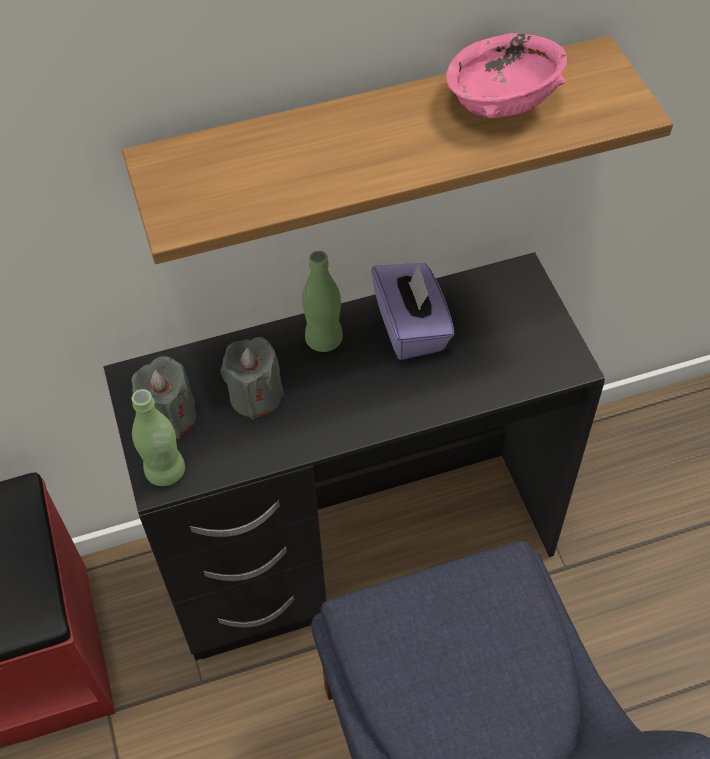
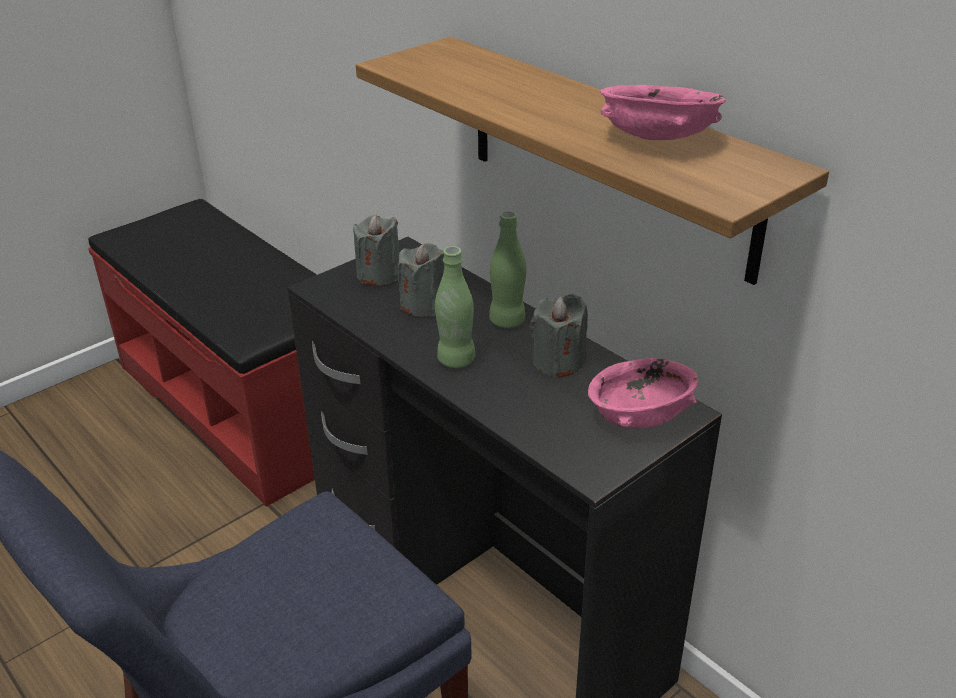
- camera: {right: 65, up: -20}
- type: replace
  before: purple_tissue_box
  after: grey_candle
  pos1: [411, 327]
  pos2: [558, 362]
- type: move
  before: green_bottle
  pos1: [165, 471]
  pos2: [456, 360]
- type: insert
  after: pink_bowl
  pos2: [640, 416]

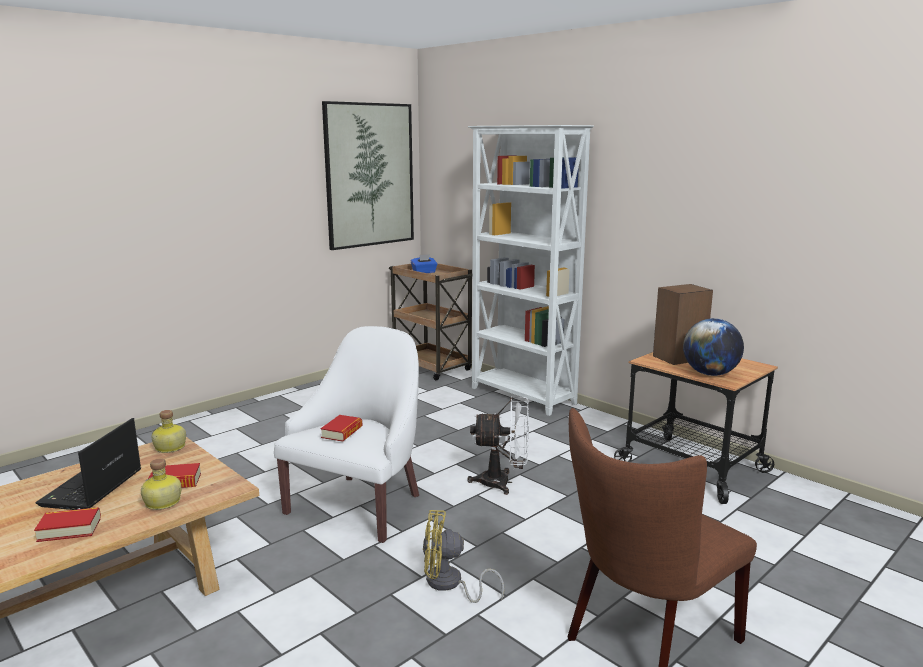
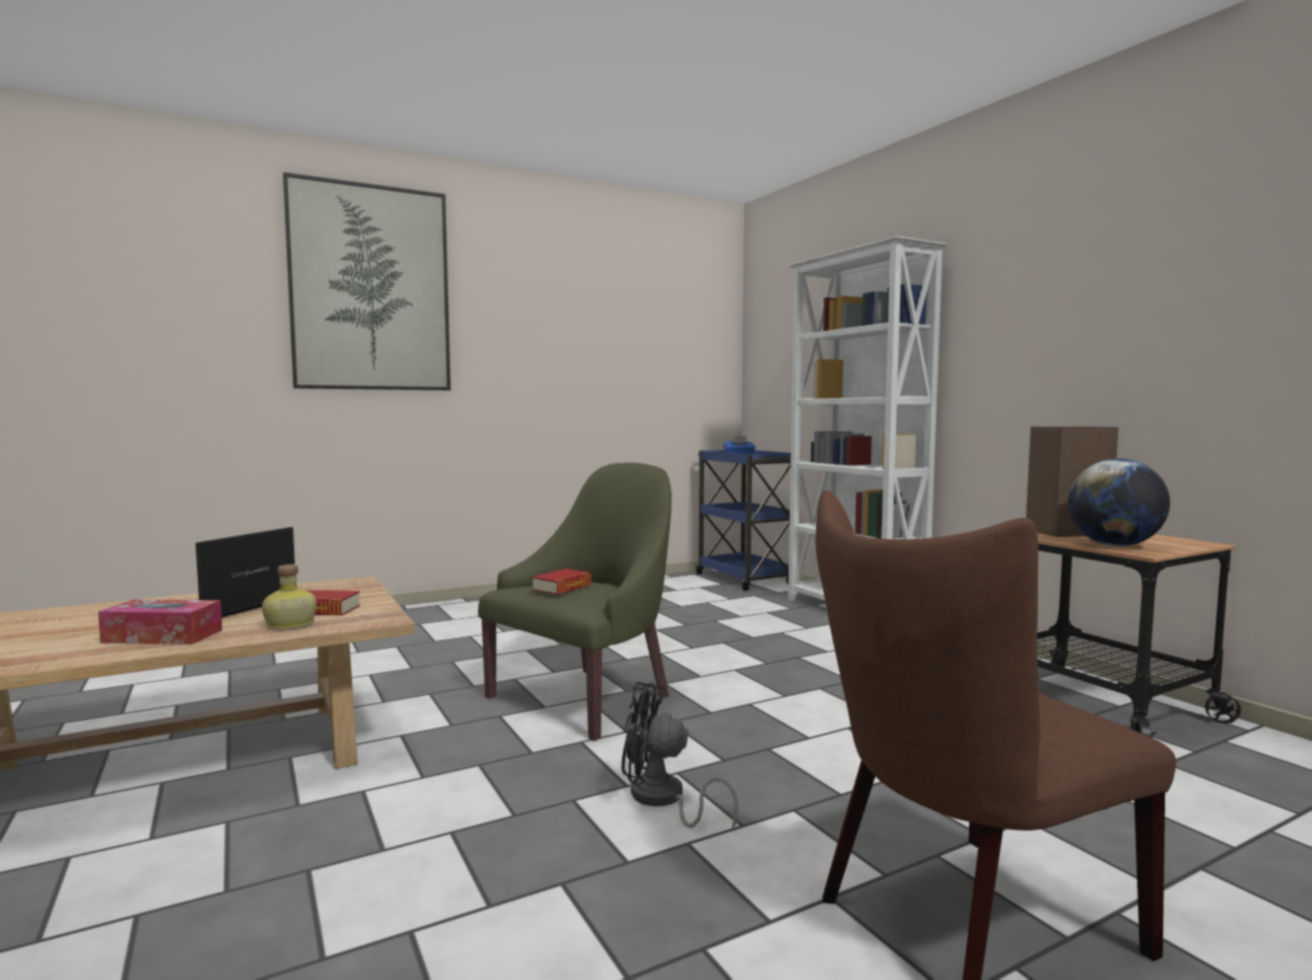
- camera: {right: 15, up: -10}
- type: move
  before: picture
  pos1: [369, 175]
  pos2: [371, 288]
- type: recolor
  before: brown_cart
  after: blue_cart
  pos1: [432, 368]
  pos2: [745, 579]
- type: recolor
  before: white_armchair
  after: green_armchair
  pos1: [359, 504]
  pos2: [586, 698]
- type: delete
  before: white_fan
  pos1: [503, 482]
- type: delete
  before: bottle
  pos1: [170, 448]
- type: replace
  before: book
  after: tissue_box
  pos1: [69, 529]
  pos2: [163, 636]
- type: recolor
  before: yellow_fan
  after: black_fan
  pos1: [449, 584]
  pos2: [663, 800]

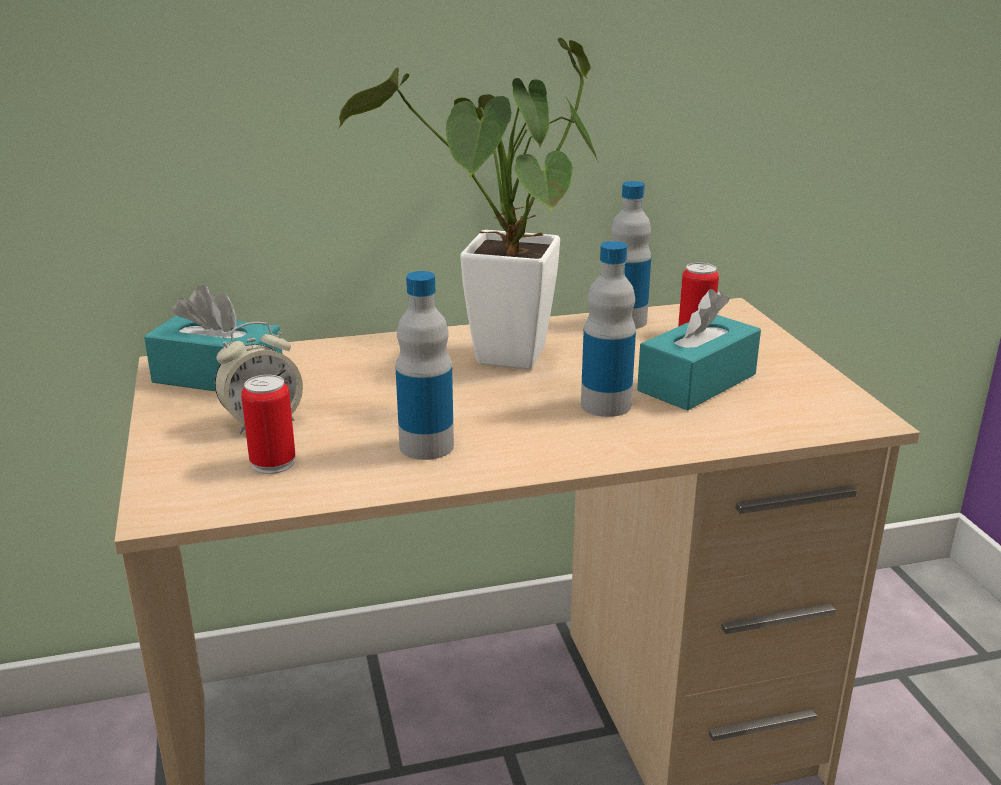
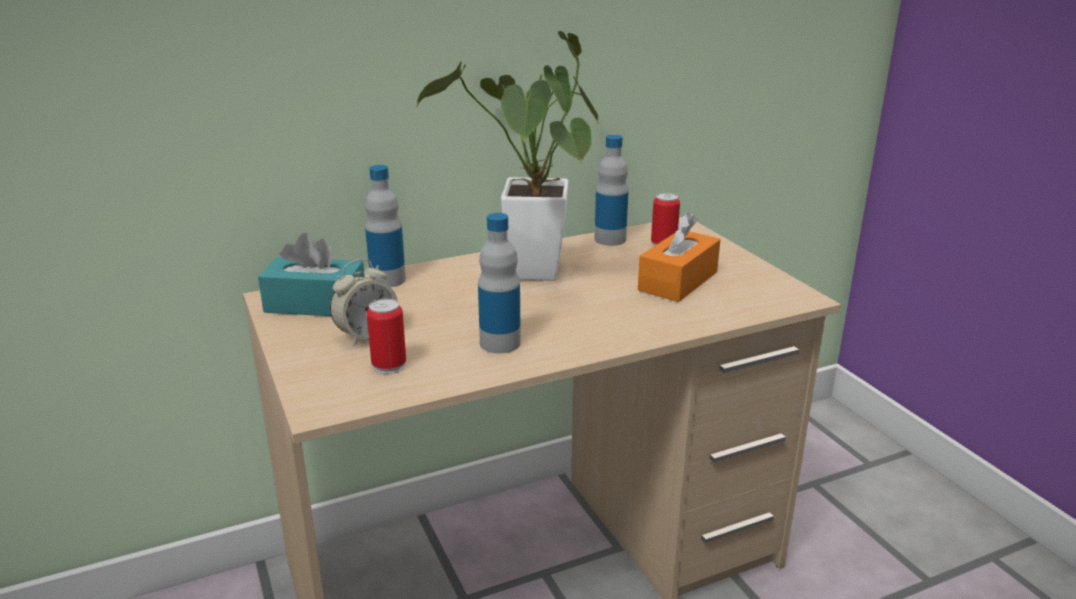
- camera: {right: -10, up: 0}
- type: move
  before: bottle
  pos1: [605, 405]
  pos2: [388, 280]
- type: recolor
  before: turquoise_tissue_box
  after: orange_tissue_box
  pos1: [697, 382]
  pos2: [678, 281]

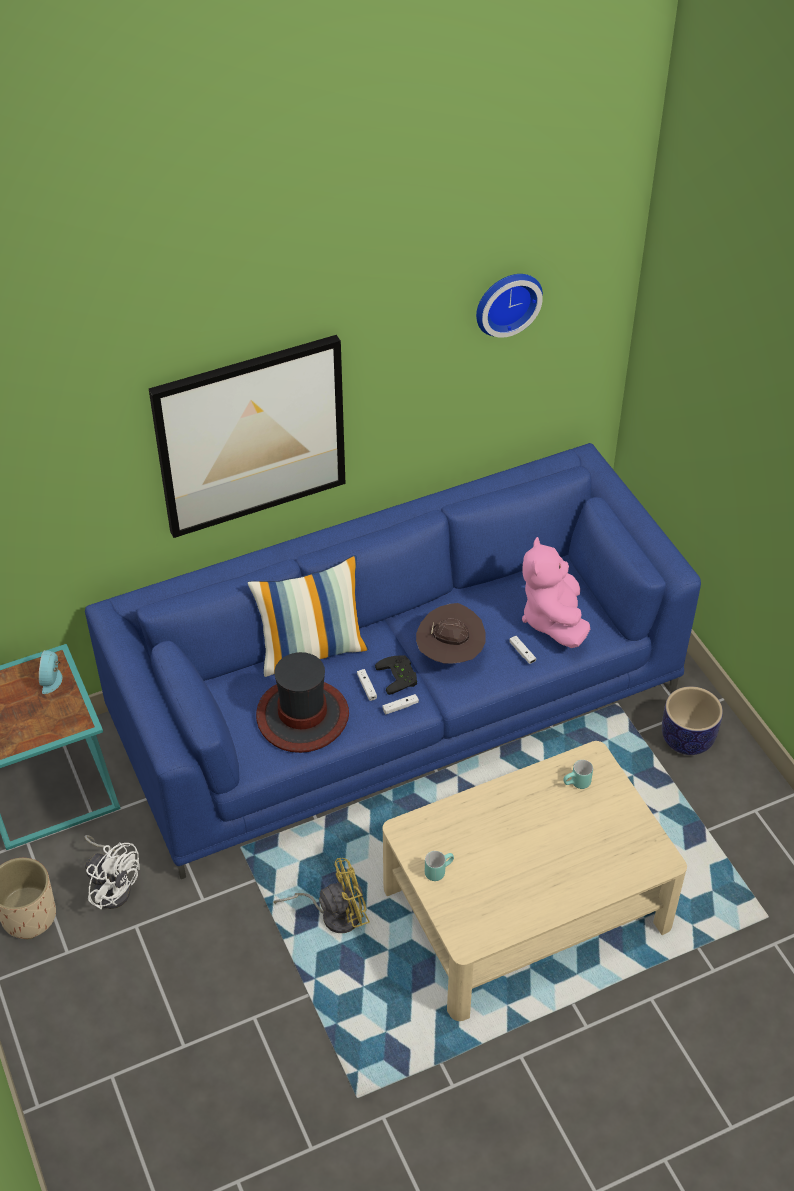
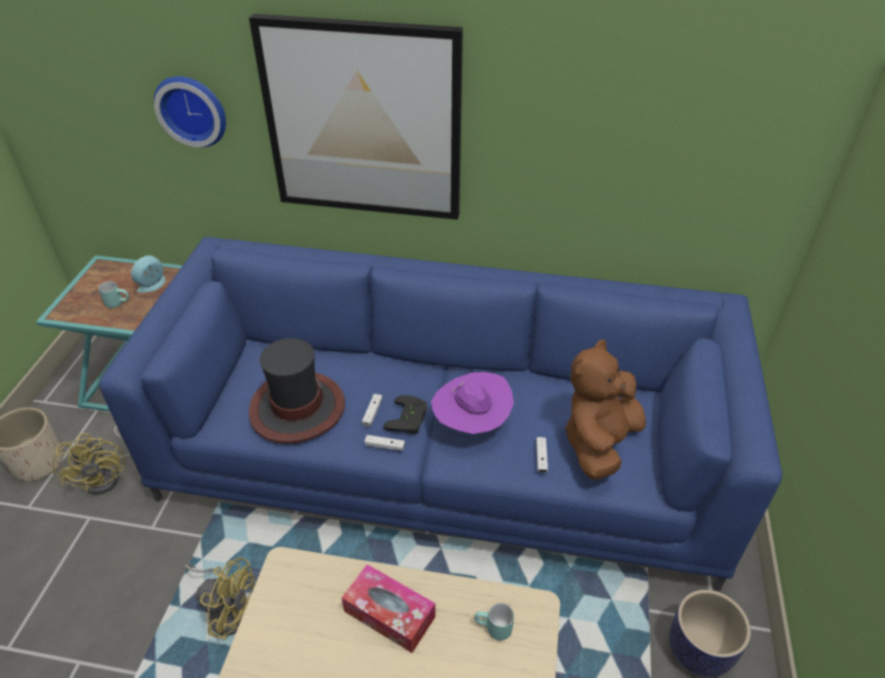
- camera: {right: 35, up: -5}
- type: move
  before: wall_clock
  pos1: [506, 301]
  pos2: [193, 109]
- type: recolor
  before: pink_plush_toy
  after: brown_plush_toy
  pos1: [553, 619]
  pos2: [599, 442]
- type: delete
  before: pillow
  pos1: [312, 650]
- type: recolor
  before: brown_hat
  after: purple_hat
  pos1: [450, 654]
  pos2: [471, 424]
- type: recolor
  before: white_fan
  after: yellow_fan
  pos1: [112, 886]
  pos2: [109, 475]
- type: move
  before: turquoise_mug
  pos1: [438, 870]
  pos2: [118, 303]
- type: insert
  after: tissue_box
  pos2: [389, 614]

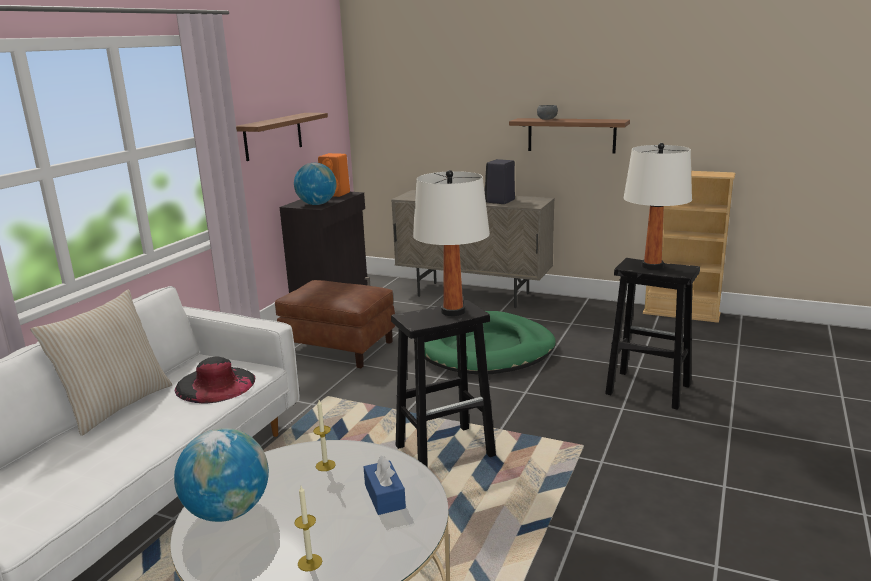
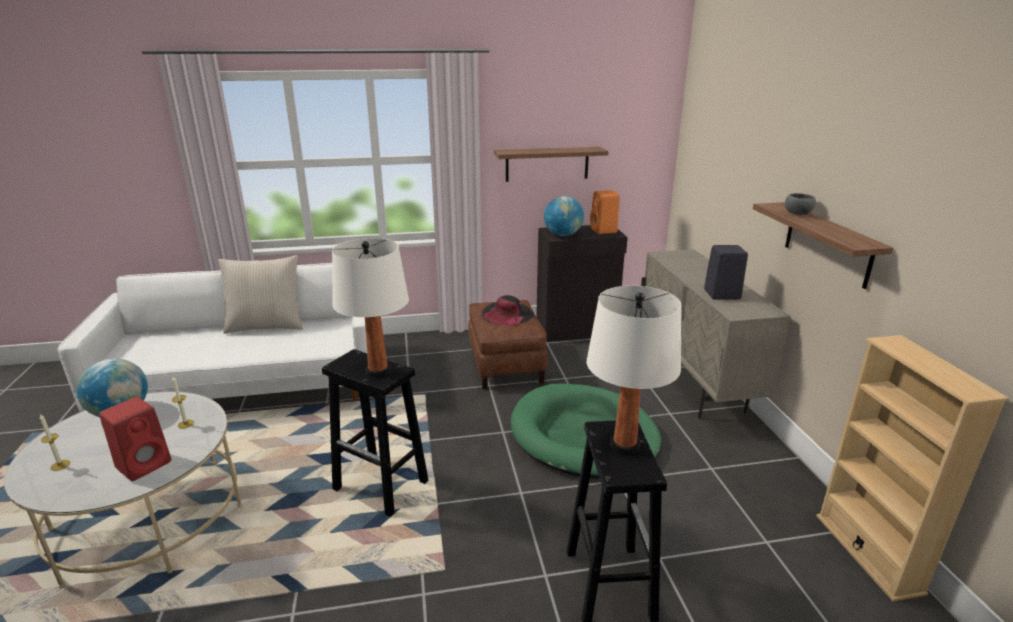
- camera: {right: 55, up: 5}
- type: move
  before: black_hat
  pos1: [215, 384]
  pos2: [507, 313]
- type: replace
  before: blue_tissue_box
  after: red_speaker
  pos1: [384, 496]
  pos2: [145, 464]

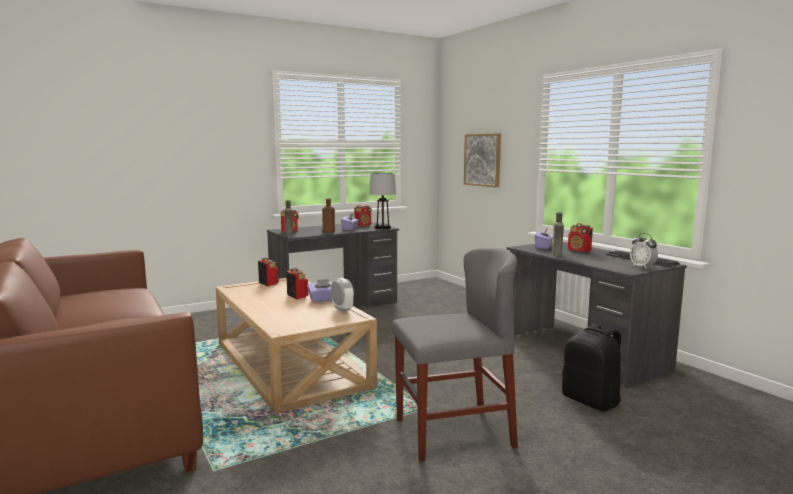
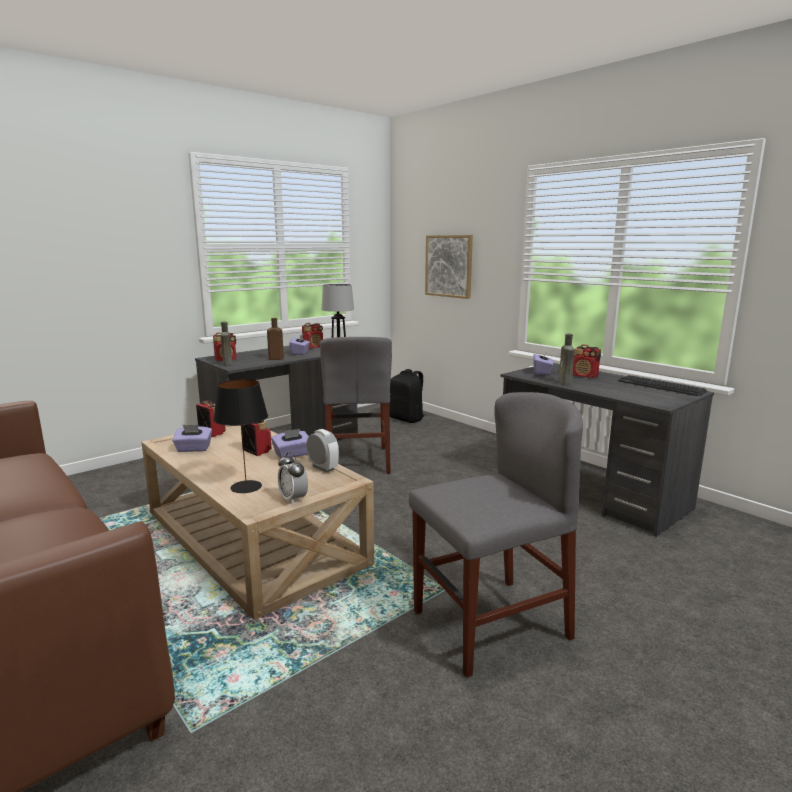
- camera: {right: -10, up: 5}
- type: move
  before: alarm_clock
  pos1: [642, 267]
  pos2: [293, 499]
- type: move
  before: black_backpack
  pos1: [591, 401]
  pos2: [407, 419]
- type: insert
  after: grey_chair
  pos2: [357, 461]
- type: insert
  after: black_table_lamp
  pos2: [245, 487]
- type: insert
  after: purple_tissue_box
  pos2: [193, 449]

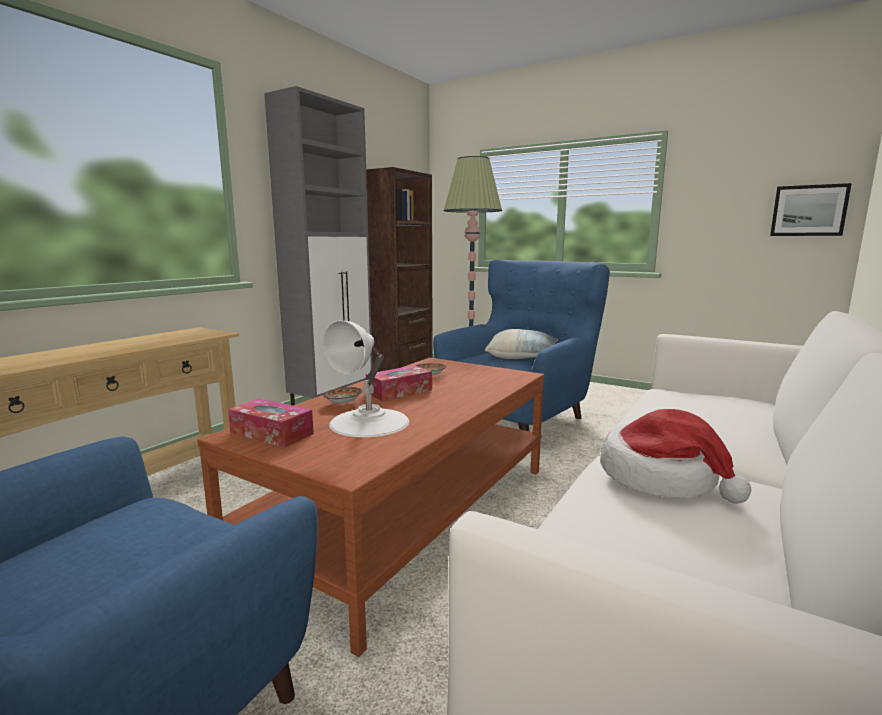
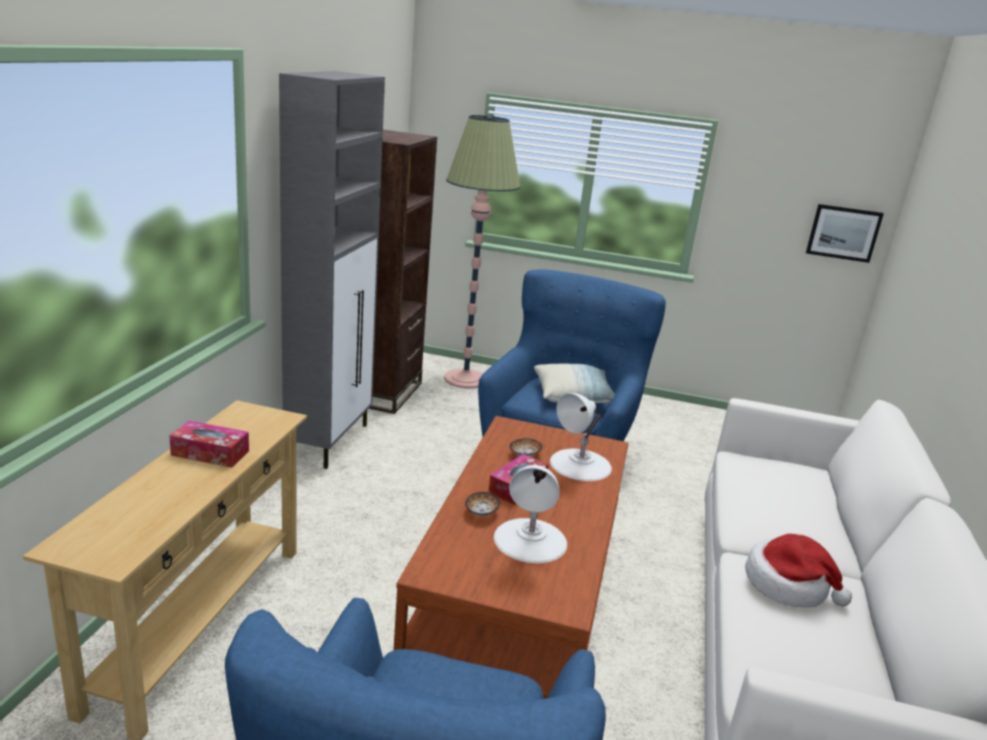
- camera: {right: -20, up: 10}
- type: move
  before: tissue_box
  pos1: [271, 433]
  pos2: [210, 453]
- type: insert
  after: white_table_lamp
  pos2: [580, 464]

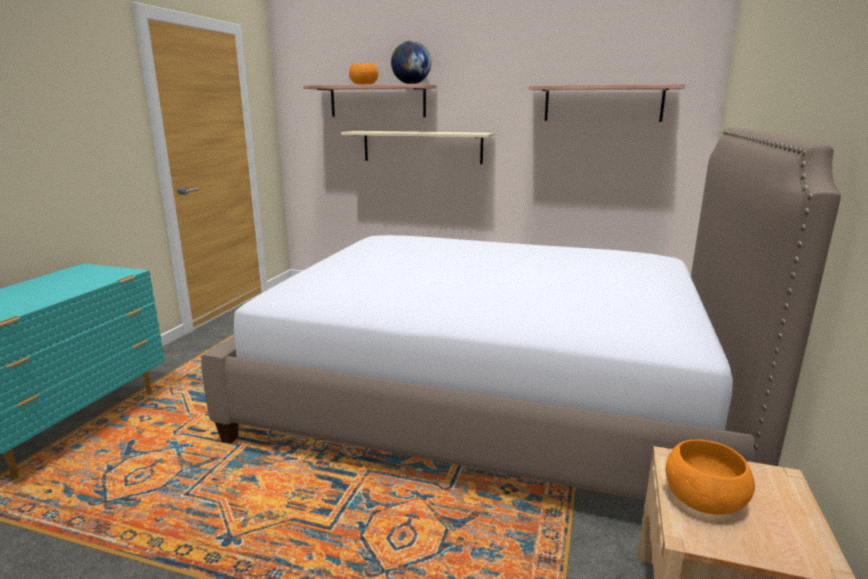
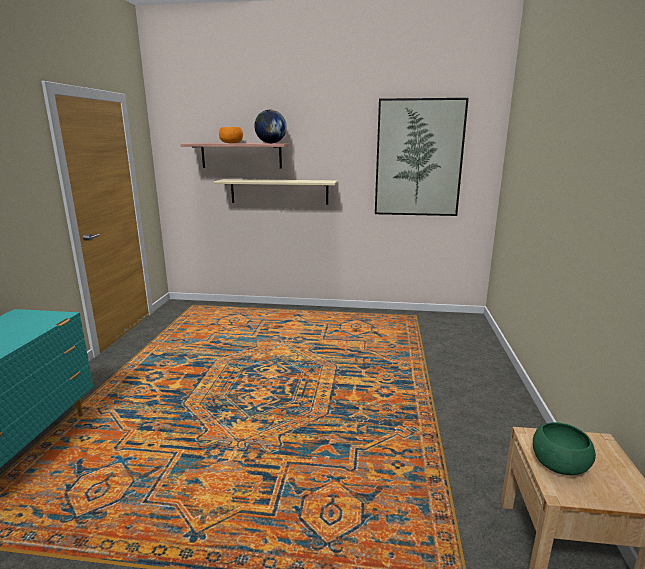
- camera: {right: -10, up: 0}
- type: replace
  before: shelf
  after: picture
  pos1: [603, 103]
  pos2: [418, 158]
- type: delete
  before: bed
  pos1: [490, 398]
- type: recolor
  before: orange_bowl
  after: green_bowl
  pos1: [703, 500]
  pos2: [559, 464]

